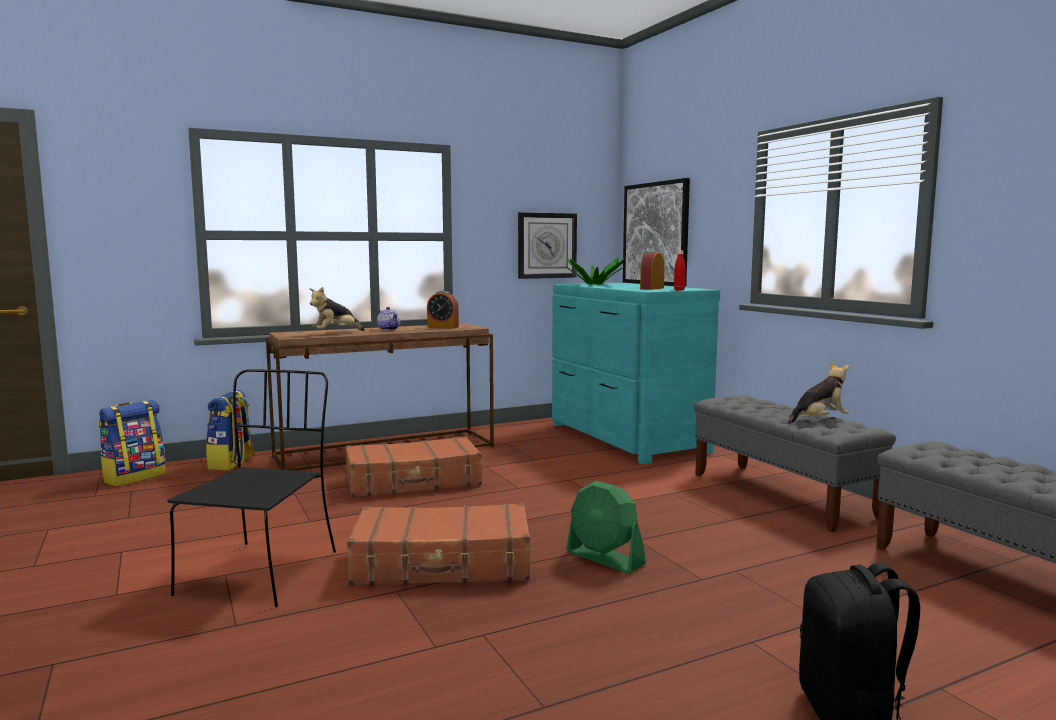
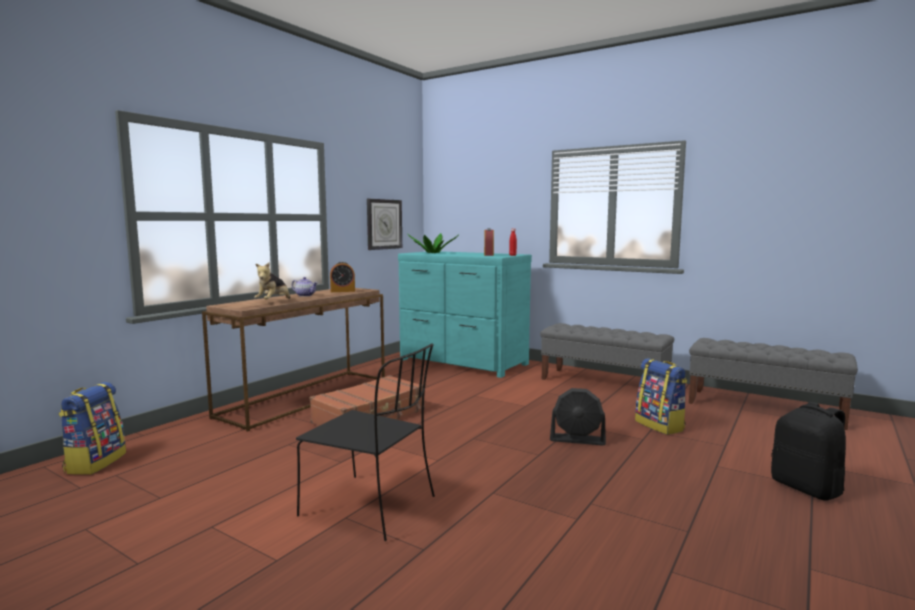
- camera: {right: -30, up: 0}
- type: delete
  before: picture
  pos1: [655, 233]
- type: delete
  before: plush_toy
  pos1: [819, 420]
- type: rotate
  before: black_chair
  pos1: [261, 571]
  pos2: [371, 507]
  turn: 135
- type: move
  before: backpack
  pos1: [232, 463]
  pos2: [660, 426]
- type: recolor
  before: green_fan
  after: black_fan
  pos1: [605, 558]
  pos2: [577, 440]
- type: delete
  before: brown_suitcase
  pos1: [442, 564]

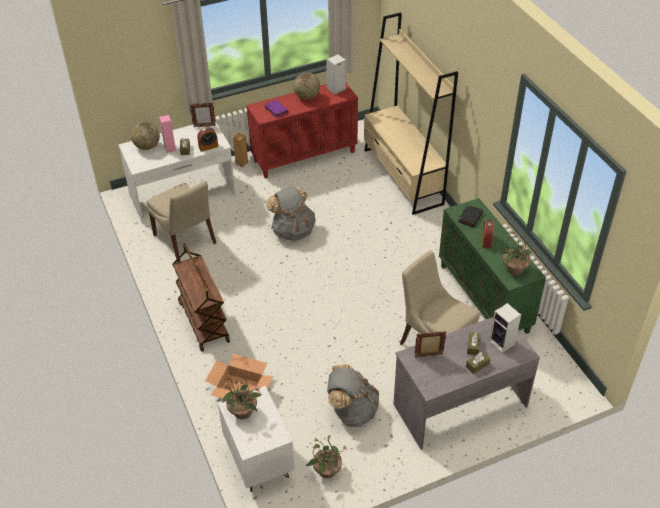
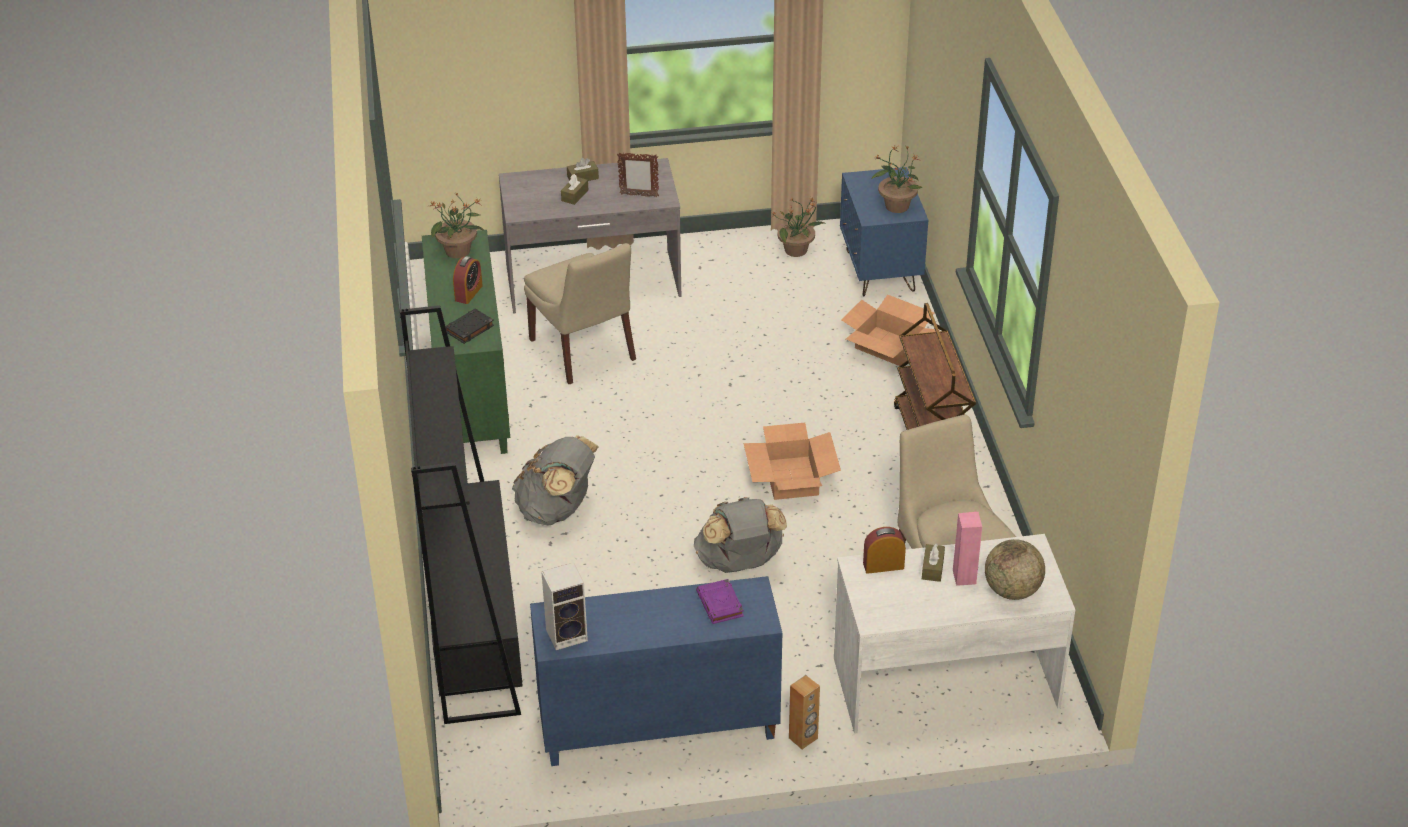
- camera: {right: -165, up: -5}
- type: recolor
  before: beige_bookcase
  after: black_bookcase
  pos1: [403, 177]
  pos2: [474, 633]
- type: delete
  before: globe
  pos1: [307, 97]
- type: recolor
  before: red_cabinet
  after: blue_cabinet
  pos1: [305, 156]
  pos2: [657, 728]
- type: delete
  before: picture_frame
  pos1: [204, 126]
- type: delete
  before: speaker
  pos1: [503, 343]
- type: move
  before: grey_backpack
  pos1: [352, 411]
  pos2: [557, 510]
- type: recolor
  before: white_nightstand
  after: blue_nightstand
  pos1: [258, 461]
  pos2: [880, 272]
- type: insert
  after: cardboard_box
  pos2: [791, 478]

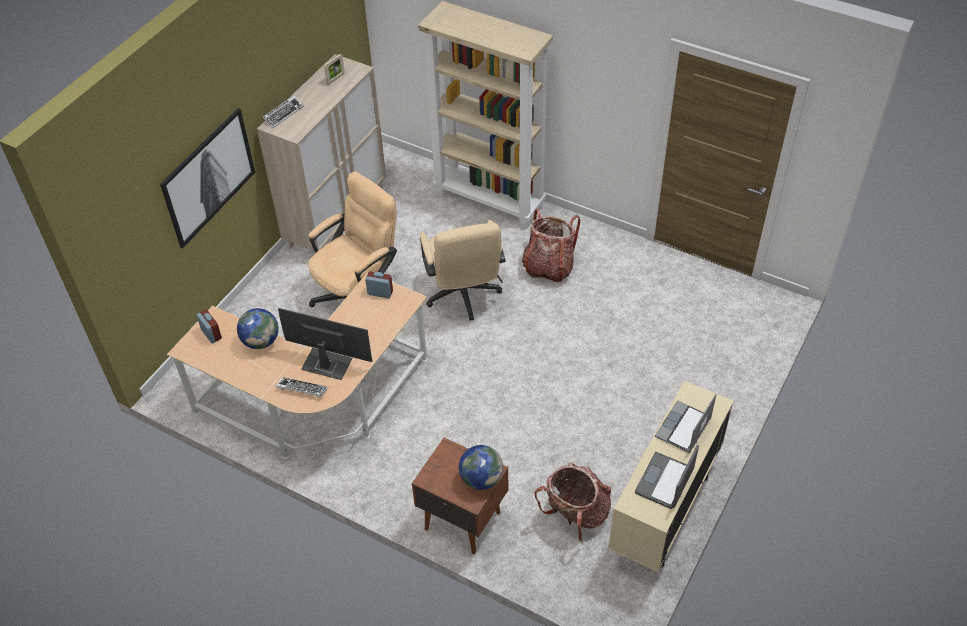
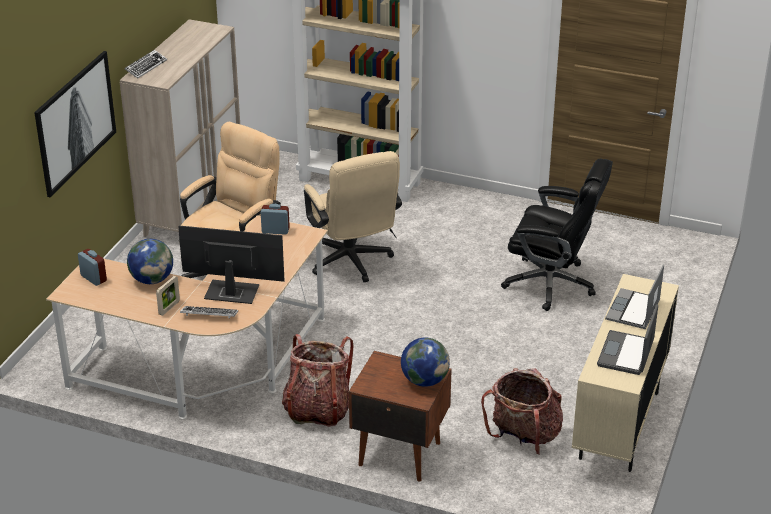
- camera: {right: -10, up: -15}
- type: move
  before: picture_frame
  pos1: [335, 79]
  pos2: [169, 308]
- type: move
  before: backpack
  pos1: [548, 266]
  pos2: [317, 409]
- type: insert
  after: black_office_chair
  pos2: [552, 284]

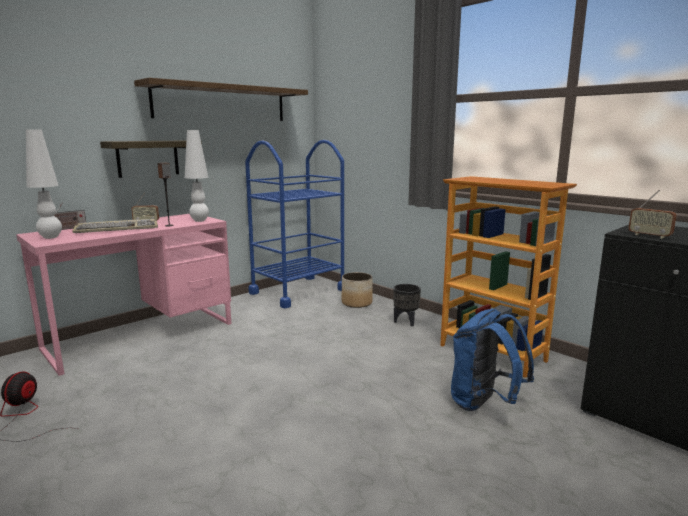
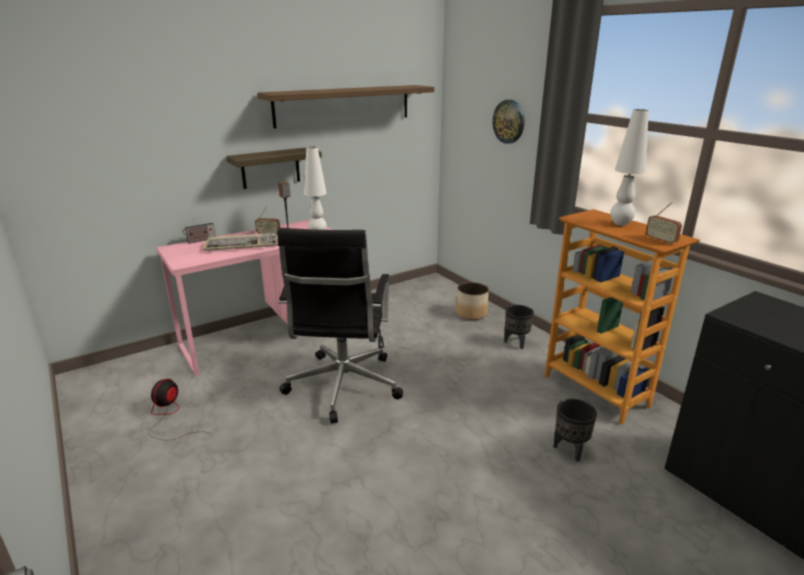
- camera: {right: 10, up: 10}
- type: move
  before: white_table_lamp
  pos1: [51, 237]
  pos2: [620, 224]
- type: delete
  before: blue_cart
  pos1: [298, 291]
- type: move
  before: radio
  pos1: [649, 236]
  pos2: [661, 240]
- type: replace
  before: blue_backpack
  after: black_planter
  pos1: [484, 404]
  pos2: [570, 450]
- type: insert
  after: wall_clock
  pos2: [509, 121]
- type: insert
  after: black_office_chair
  pos2: [342, 387]

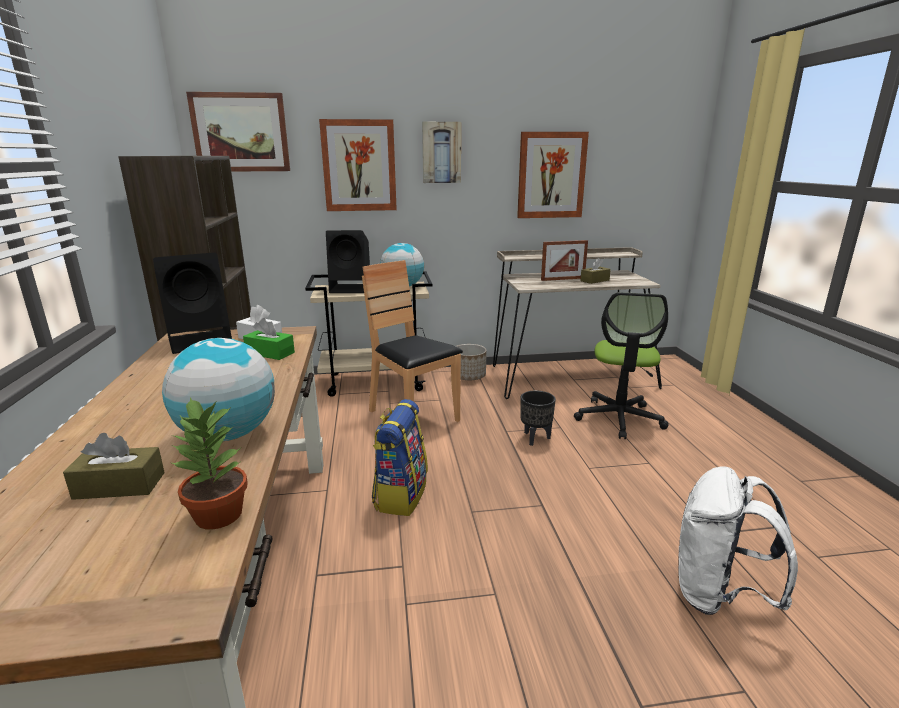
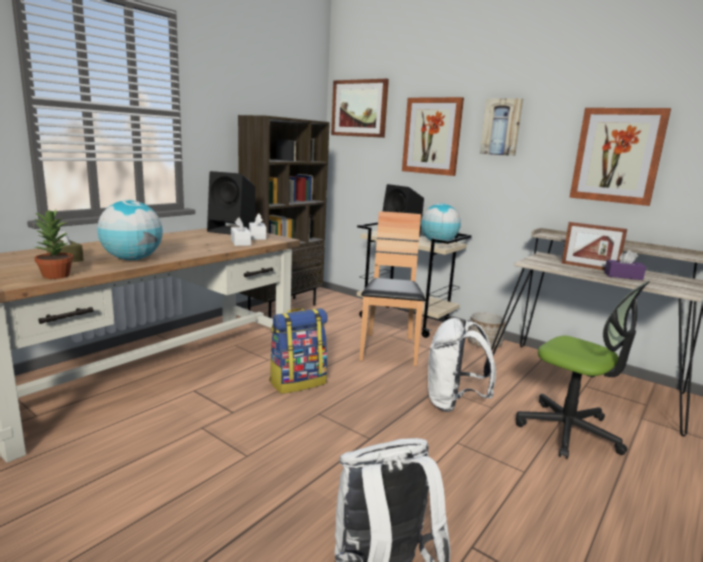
- camera: {right: 45, up: -5}
- type: recolor
  before: brown_tissue_box
  after: purple_tissue_box
  pos1: [594, 280]
  pos2: [623, 276]
- type: rotate
  before: office_chair
  pos1: [619, 418]
  pos2: [568, 431]
  turn: -105
- type: recolor
  before: green_tissue_box
  after: white_tissue_box
  pos1: [270, 353]
  pos2: [240, 242]
- type: replace
  before: black_planter
  after: white_backpack
  pos1: [535, 438]
  pos2: [453, 403]

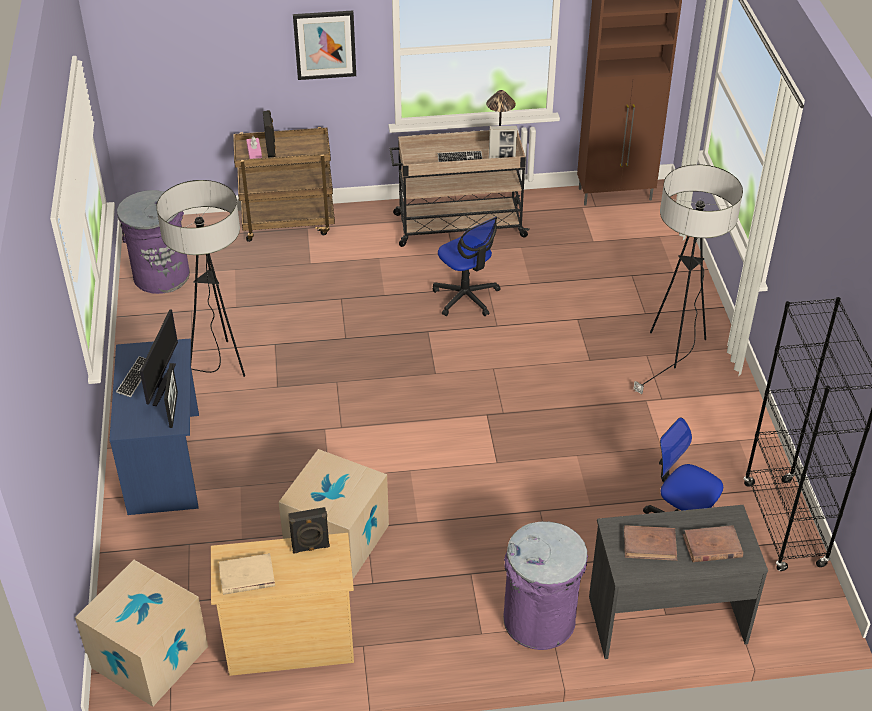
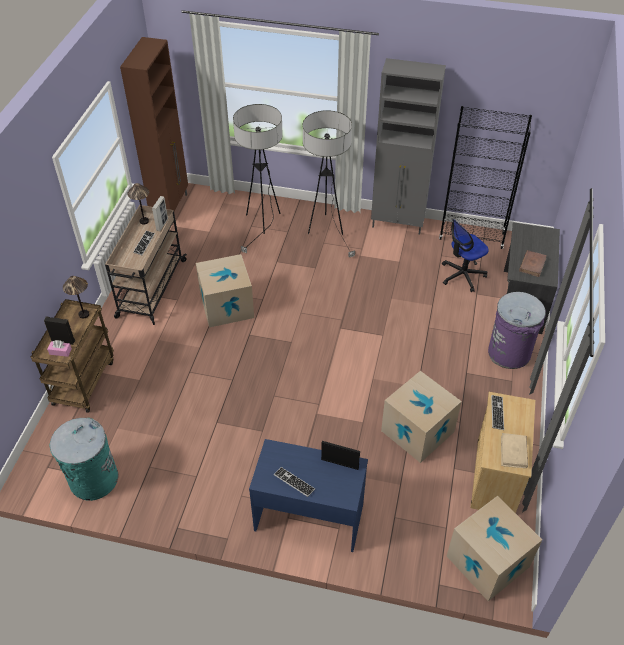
- camera: {right: -70, up: 5}
- type: delete
  before: picture
  pos1: [325, 44]
- type: move
  before: floor_lamp
  pos1: [217, 366]
  pos2: [262, 224]
- type: recolor
  before: purple_trash_can
  after: turquoise_trash_can
  pos1: [161, 275]
  pos2: [93, 479]
- type: replace
  before: office_chair
  after: cardboard_box
  pos1: [466, 297]
  pos2: [227, 306]
- type: delete
  before: monitor
  pos1: [162, 384]
- type: replace
  before: black_speaker
  after: keyboard
  pos1: [311, 548]
  pos2: [497, 413]
- type: delete
  before: brown_book
  pos1: [712, 546]
- type: insert
  after: grey_cabinet
  pos2: [398, 224]
- type: insert
  after: table_lamp
  pos2: [84, 314]

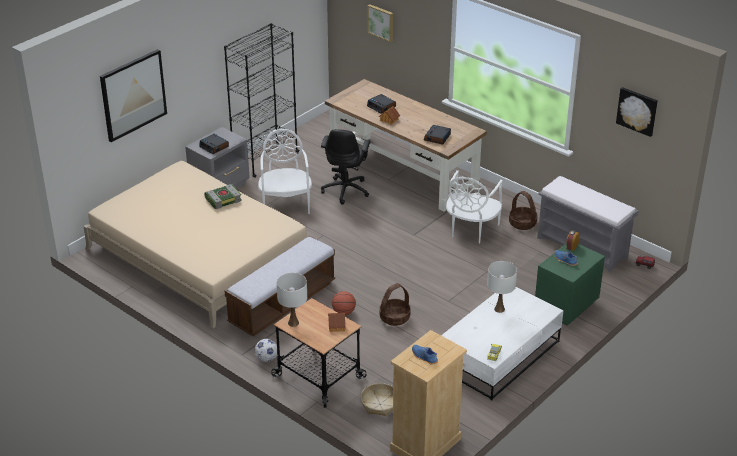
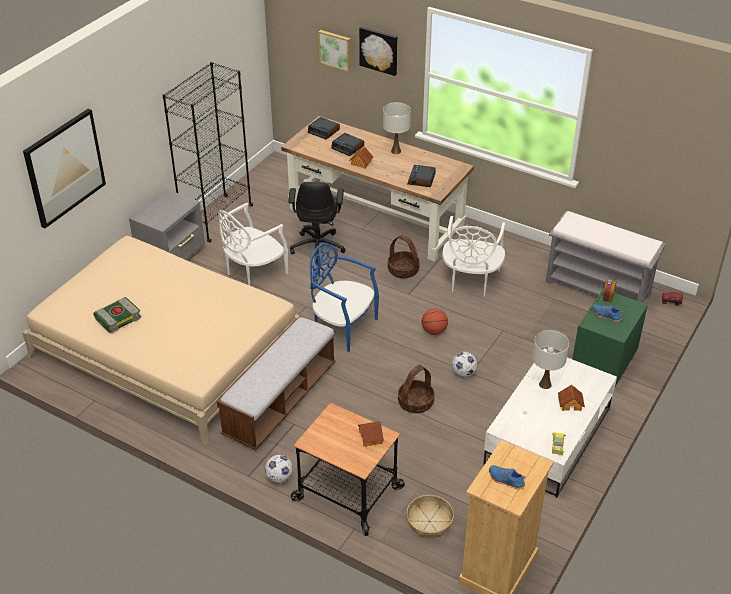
- camera: {right: -10, up: 5}
- type: move
  before: picture
  pos1: [637, 111]
  pos2: [379, 50]
- type: rotate
  before: white_chair
  pos1: [286, 204]
  pos2: [253, 272]
  turn: -120
- type: move
  before: alarm_clock
  pos1: [214, 146]
  pos2: [324, 131]
- type: move
  before: book
  pos1: [223, 199]
  pos2: [118, 318]
- type: move
  before: basket
  pos1: [522, 223]
  pos2: [403, 270]
- type: move
  before: white_table_lamp
  pos1: [293, 323]
  pos2: [396, 151]
- type: move
  before: basketball
  pos1: [344, 312]
  pos2: [434, 331]
- type: insert
  after: blue_chair
  pos2: [343, 326]
- type: insert
  after: football
  pos2: [463, 373]
- type: insert
  after: toy_house
  pos2: [570, 404]

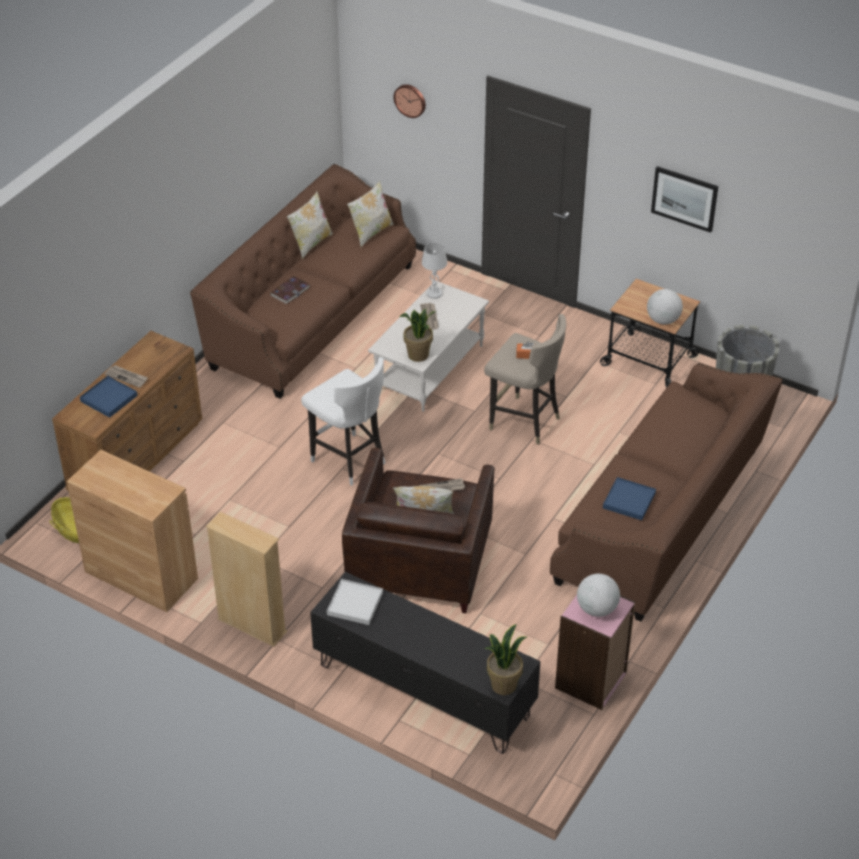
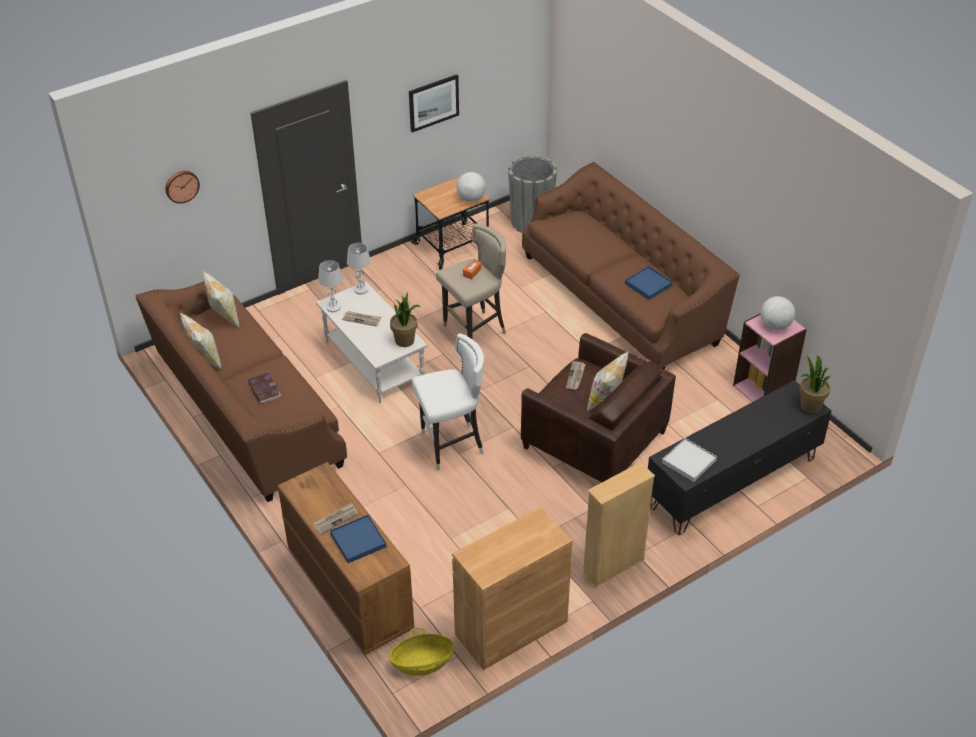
- camera: {right: -65, up: 0}
- type: insert
  after: white_table_lamp
  pos2: [361, 289]

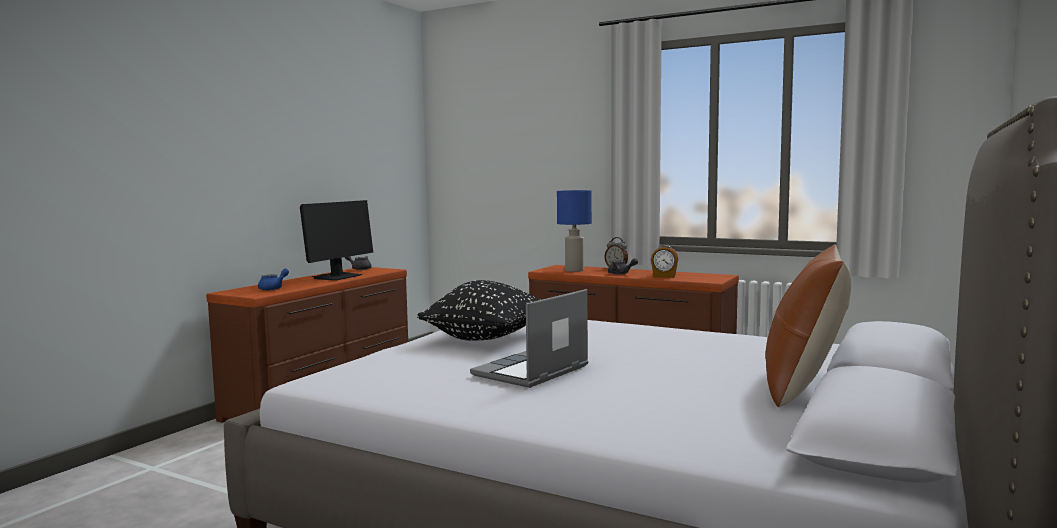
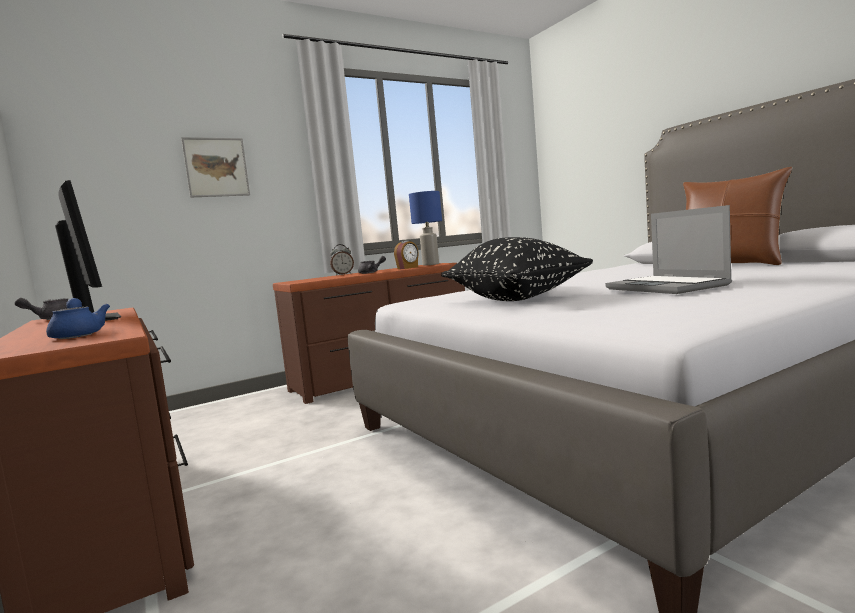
- camera: {right: -60, up: 0}
- type: move
  before: blue_table_lamp
  pos1: [575, 270]
  pos2: [431, 264]
- type: insert
  after: picture
  pos2: [216, 167]

